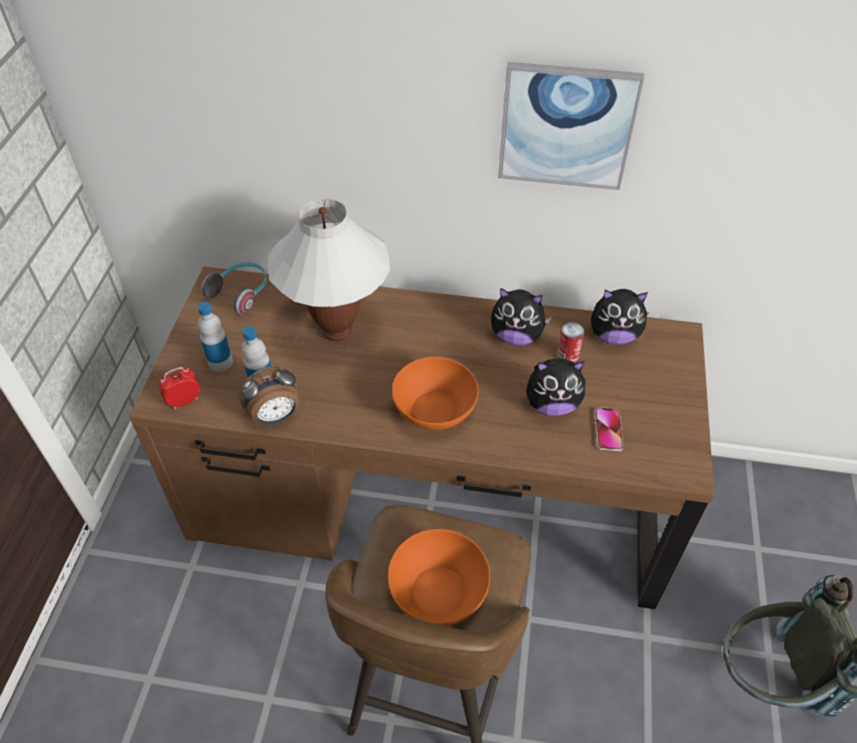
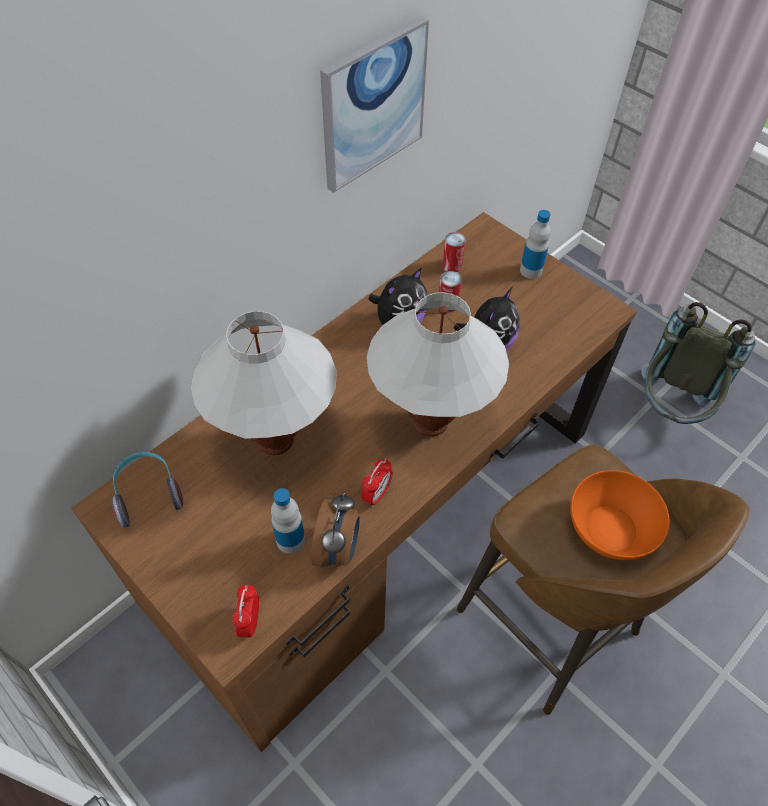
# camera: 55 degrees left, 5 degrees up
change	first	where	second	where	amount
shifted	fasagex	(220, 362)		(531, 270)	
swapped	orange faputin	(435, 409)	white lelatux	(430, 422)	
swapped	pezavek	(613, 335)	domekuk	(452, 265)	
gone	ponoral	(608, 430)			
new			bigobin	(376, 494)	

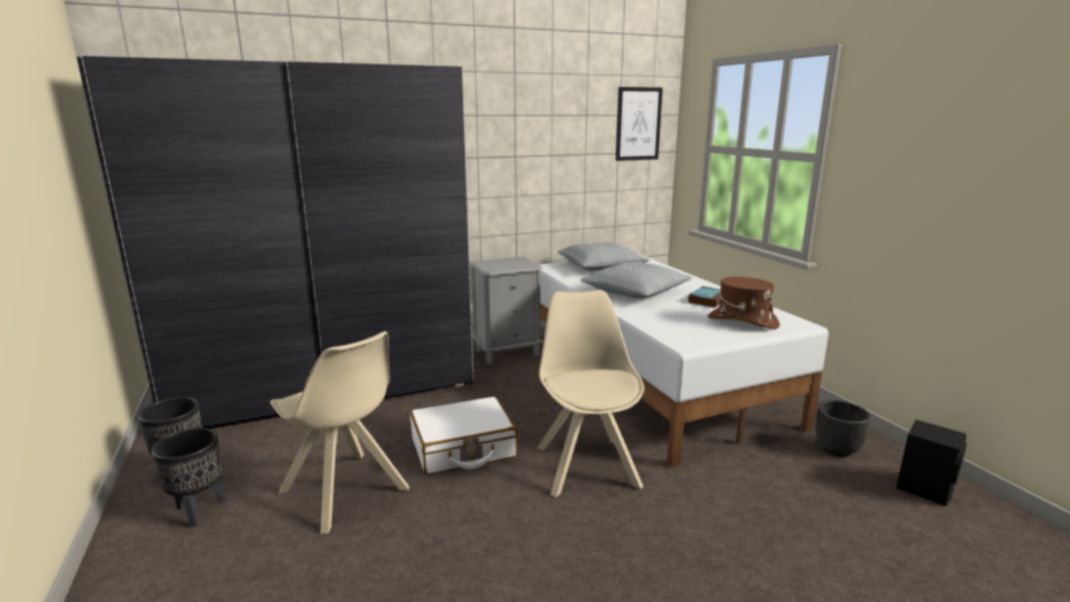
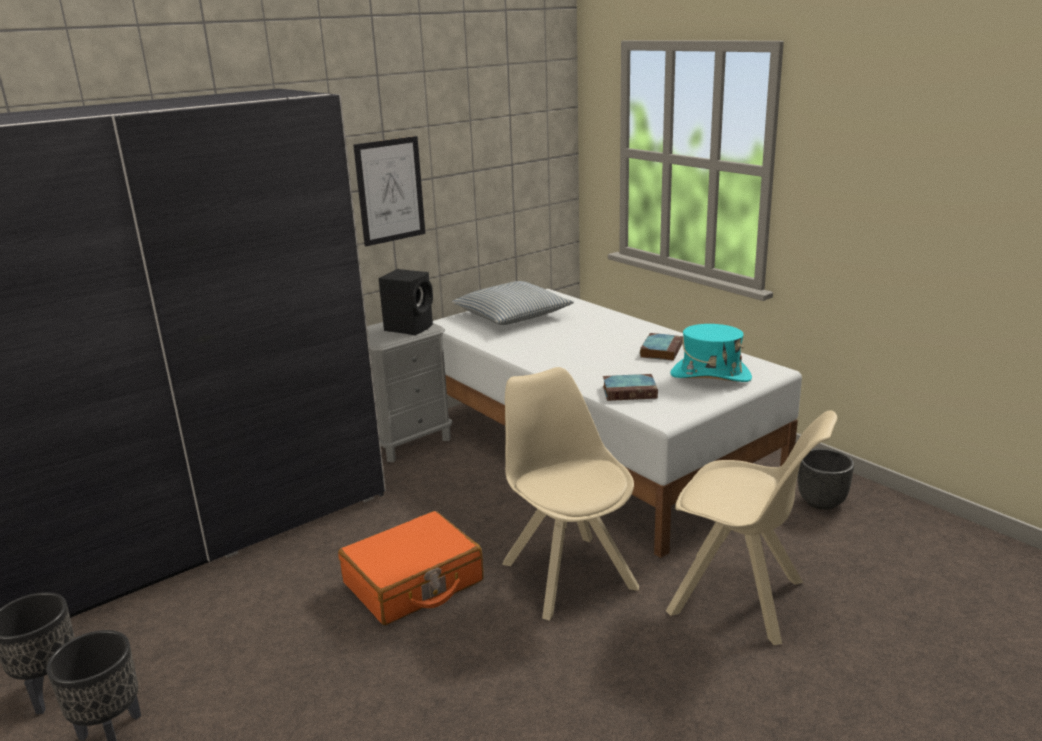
# camera: 15 degrees left, 5 degrees up
change	first	where	second	where	amount
shifted	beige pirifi	(346, 492)		(740, 599)	
repainted	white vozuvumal	(463, 448)	orange vozuvumal	(413, 583)	
gone	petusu	(635, 291)			
shifted	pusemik	(638, 124)		(390, 191)	
repainted	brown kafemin	(742, 321)	turquoise kafemin	(710, 376)	
shifted	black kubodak	(925, 488)		(410, 327)	
new			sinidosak	(630, 391)	

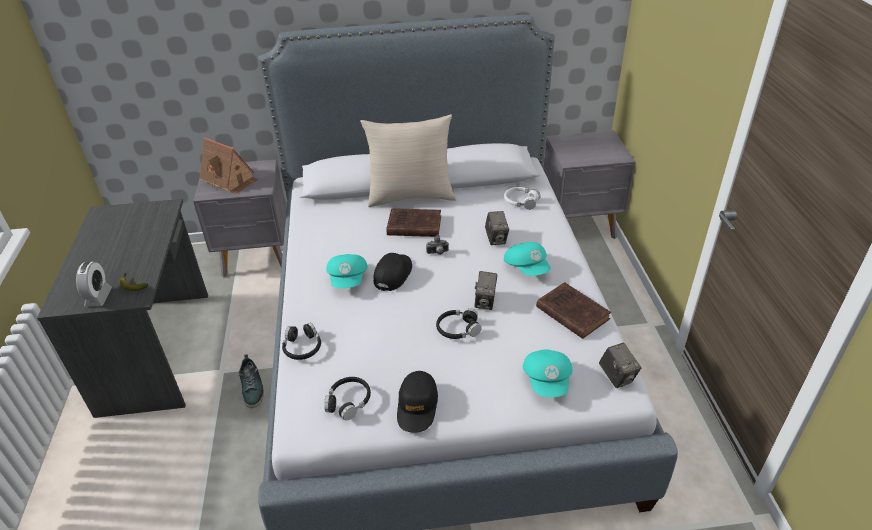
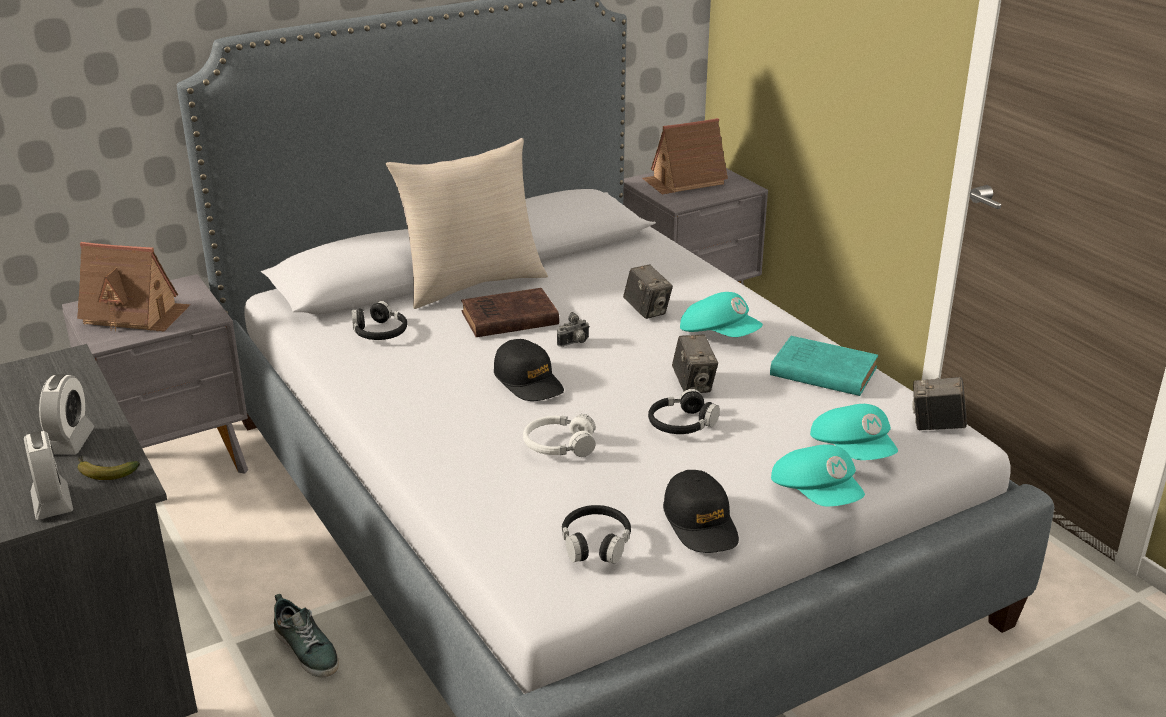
# camera: 25 degrees left, 10 degrees down
change	first	where	second	where	amount
shifted	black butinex	(302, 347)		(379, 332)	
shifted	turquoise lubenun	(348, 279)		(817, 495)	
rotated	black lubenun	(393, 274)		(529, 381)	150 degrees clockwise
shifted	white butinex	(521, 202)		(559, 445)	
repainted	brown sinidosak	(571, 312)	turquoise sinidosak	(820, 371)	
rotated	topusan	(617, 376)		(936, 426)	150 degrees clockwise
new			bigobin	(70, 441)	
new			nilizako	(684, 181)	

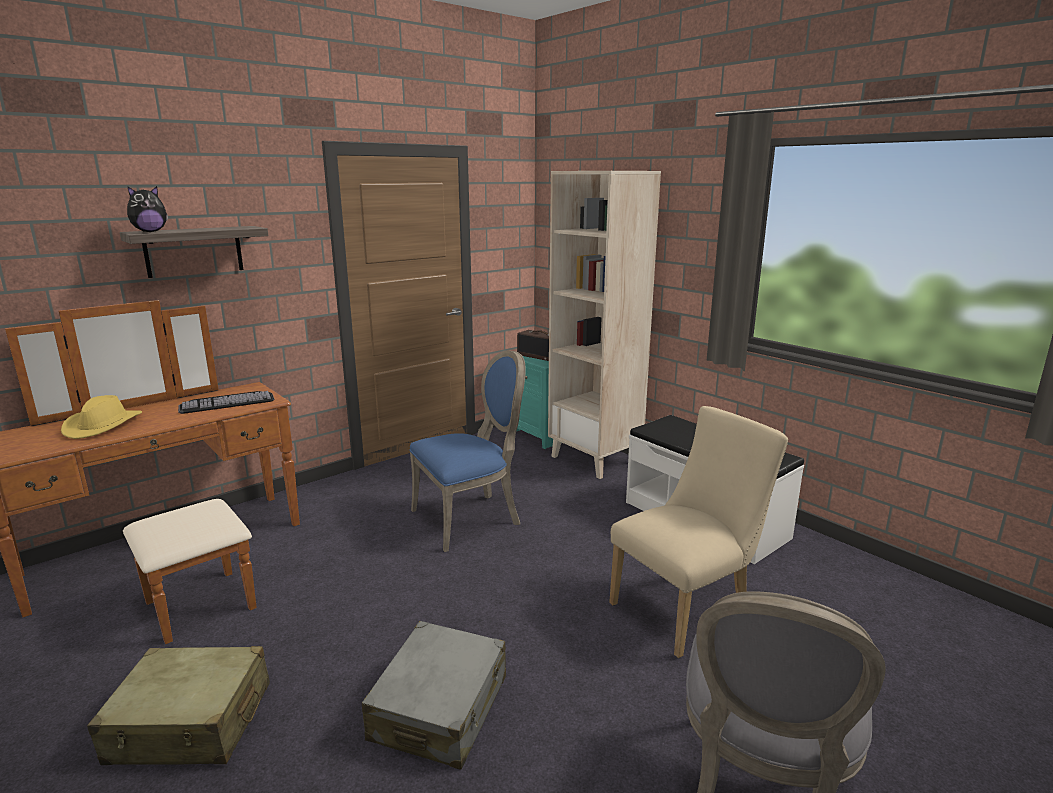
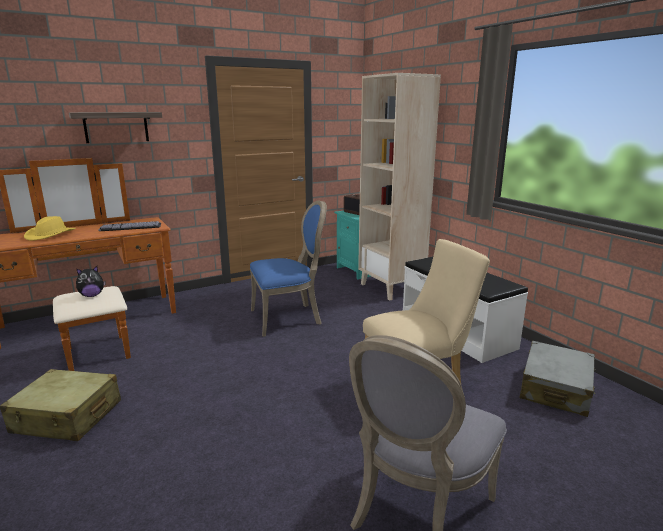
# camera: 10 degrees right, 0 degrees up
change	first	where	second	where	amount
shifted	pezavek	(150, 232)		(92, 295)	
shifted	grey vozuvumal	(440, 708)		(555, 389)	

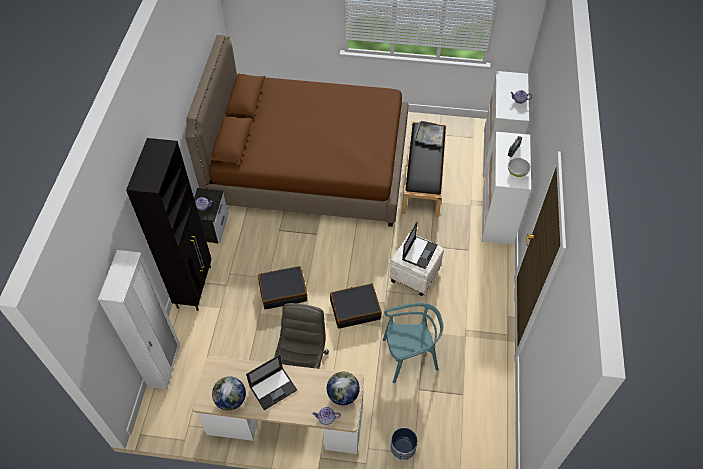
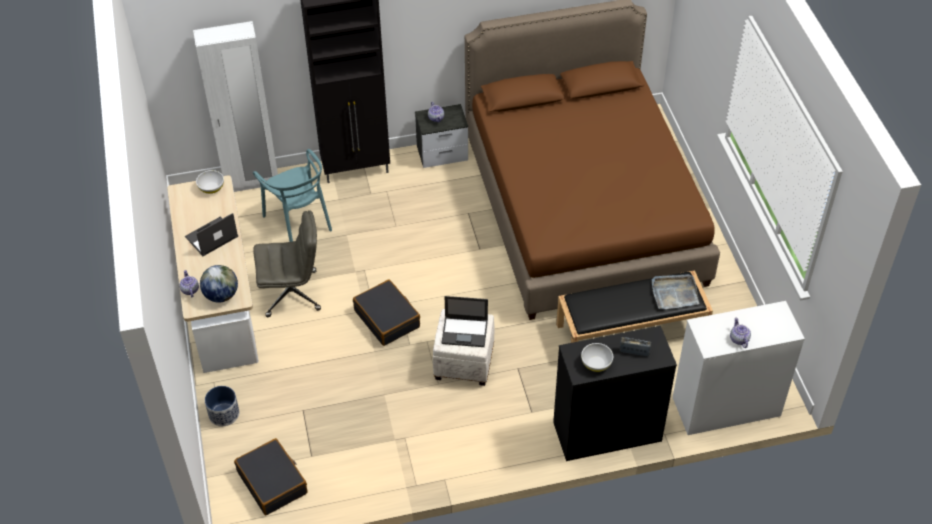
# camera: 70 degrees right, 5 degrees down
change	first	where	second	where	amount
gone	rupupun	(231, 400)			
rotated	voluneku	(273, 388)		(211, 237)	105 degrees clockwise
shifted	black vozuvumal	(283, 291)		(272, 482)	
shifted	turquoise pirifi	(409, 357)		(299, 221)	
repainted	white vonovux	(497, 216)	black vonovux	(607, 432)	
new			white faputin	(211, 188)	

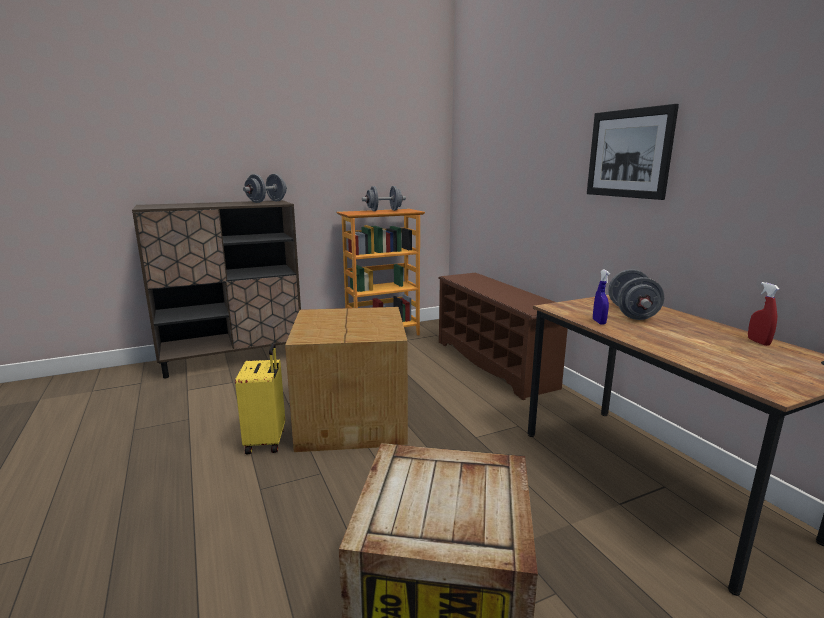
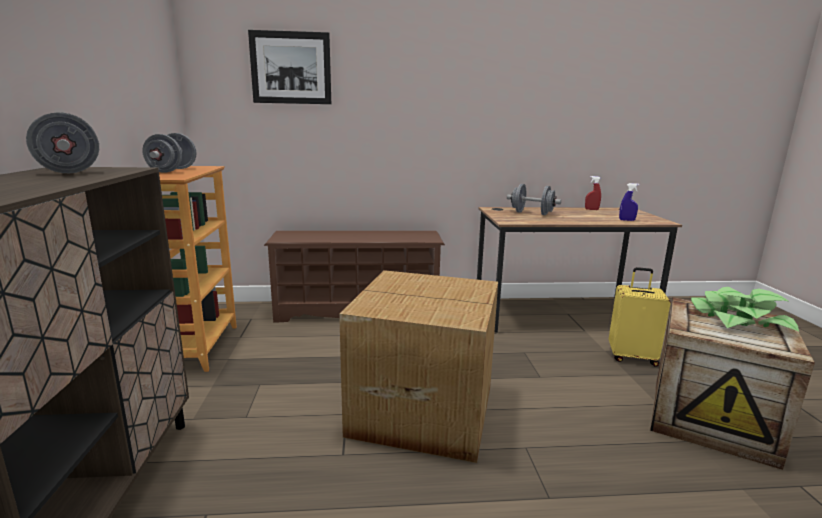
# camera: 70 degrees left, 0 degrees up
change	first	where	second	where	amount
shifted	yellow vozuvumal	(267, 441)		(632, 357)	
shifted	pusemik	(628, 153)		(291, 68)	
shifted	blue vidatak	(599, 322)		(627, 220)	
new			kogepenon	(738, 320)	

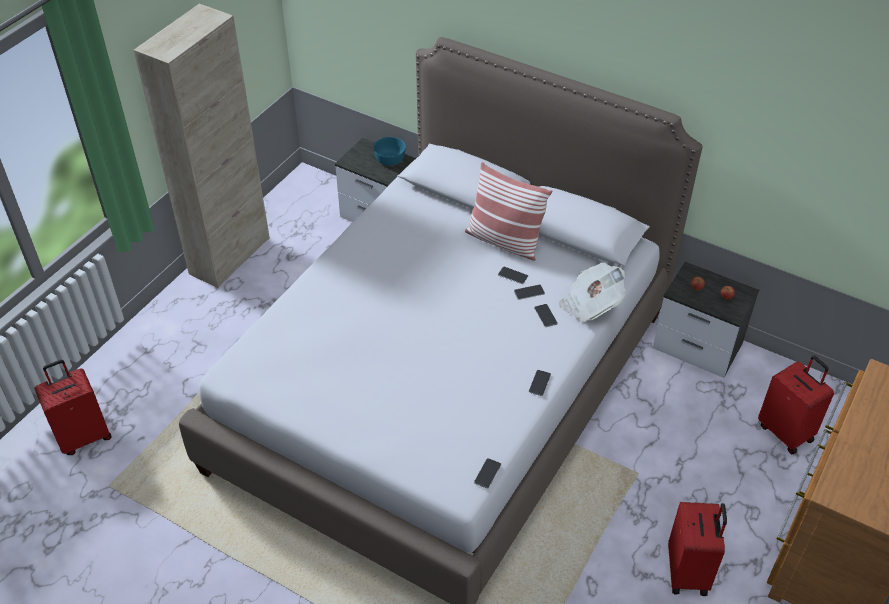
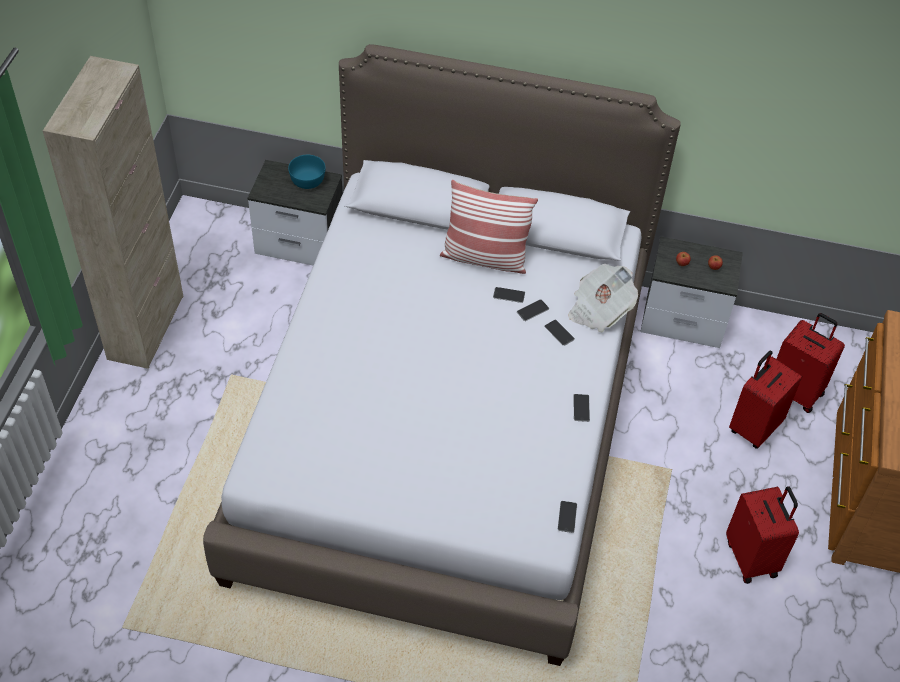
# camera: 20 degrees left, 5 degrees up
change	first	where	second	where	amount
shifted	red vozuvumal	(84, 436)		(754, 427)	

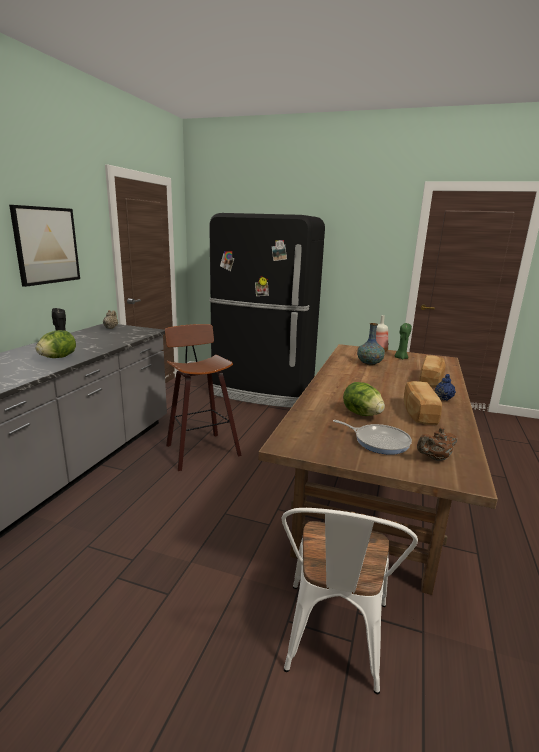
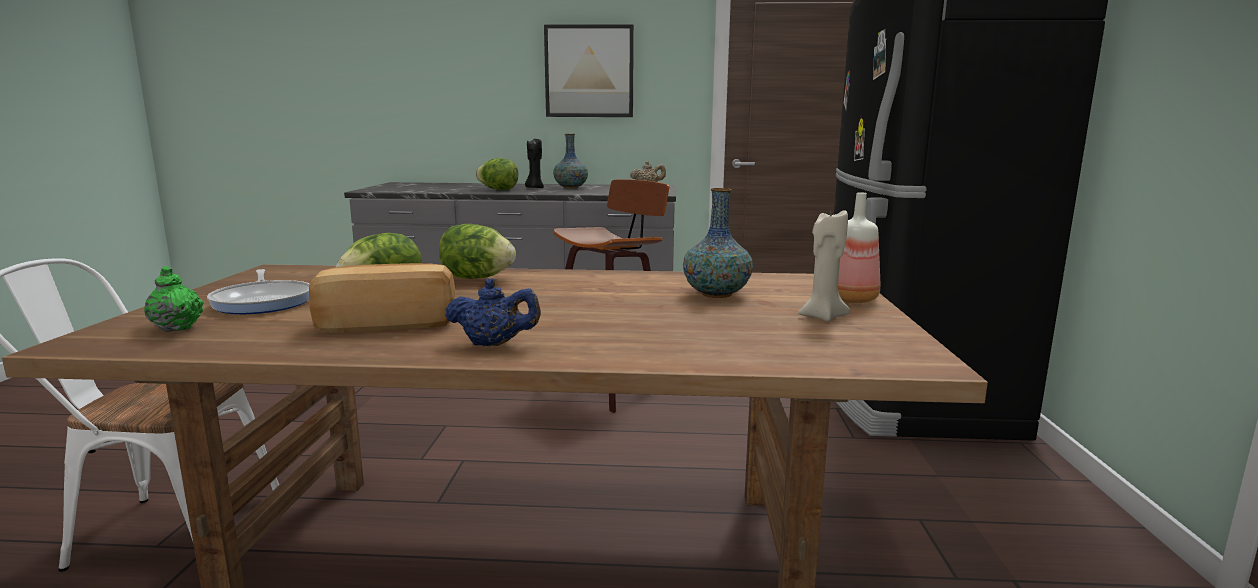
# camera: 75 degrees right, 5 degrees down
change	first	where	second	where	amount
rotated	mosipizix	(378, 441)		(264, 302)	45 degrees counterclockwise
repainted	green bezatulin	(401, 358)	beige bezatulin	(822, 316)	
repainted	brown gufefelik	(435, 458)	green gufefelik	(177, 328)	
gone	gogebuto	(431, 380)			
new			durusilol	(476, 278)	
new			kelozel	(570, 187)	

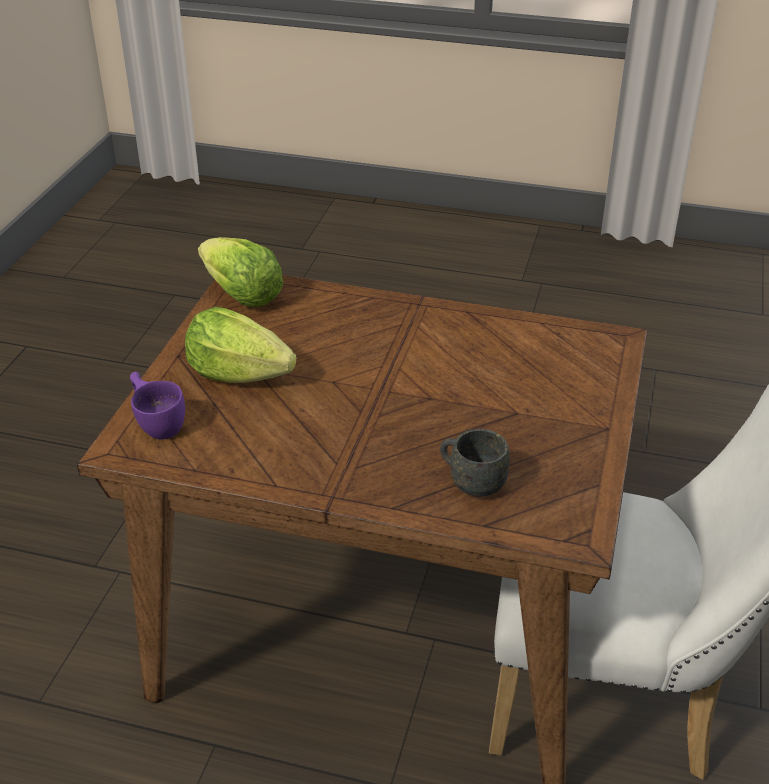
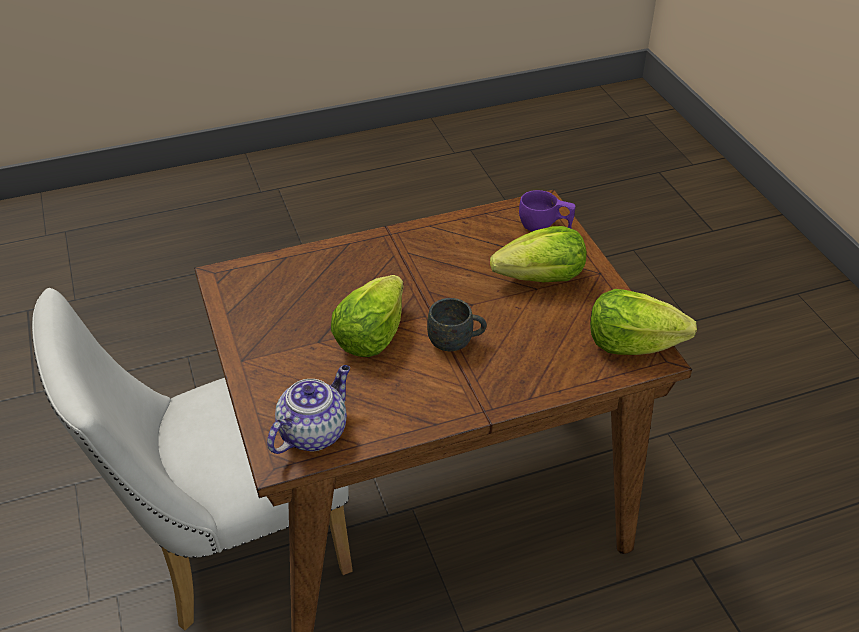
# camera: 145 degrees right, 5 degrees up
change	first	where	second	where	amount
shifted	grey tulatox	(471, 482)		(456, 342)	
new			gufefelik	(313, 432)	
new			durusilol	(370, 336)	

